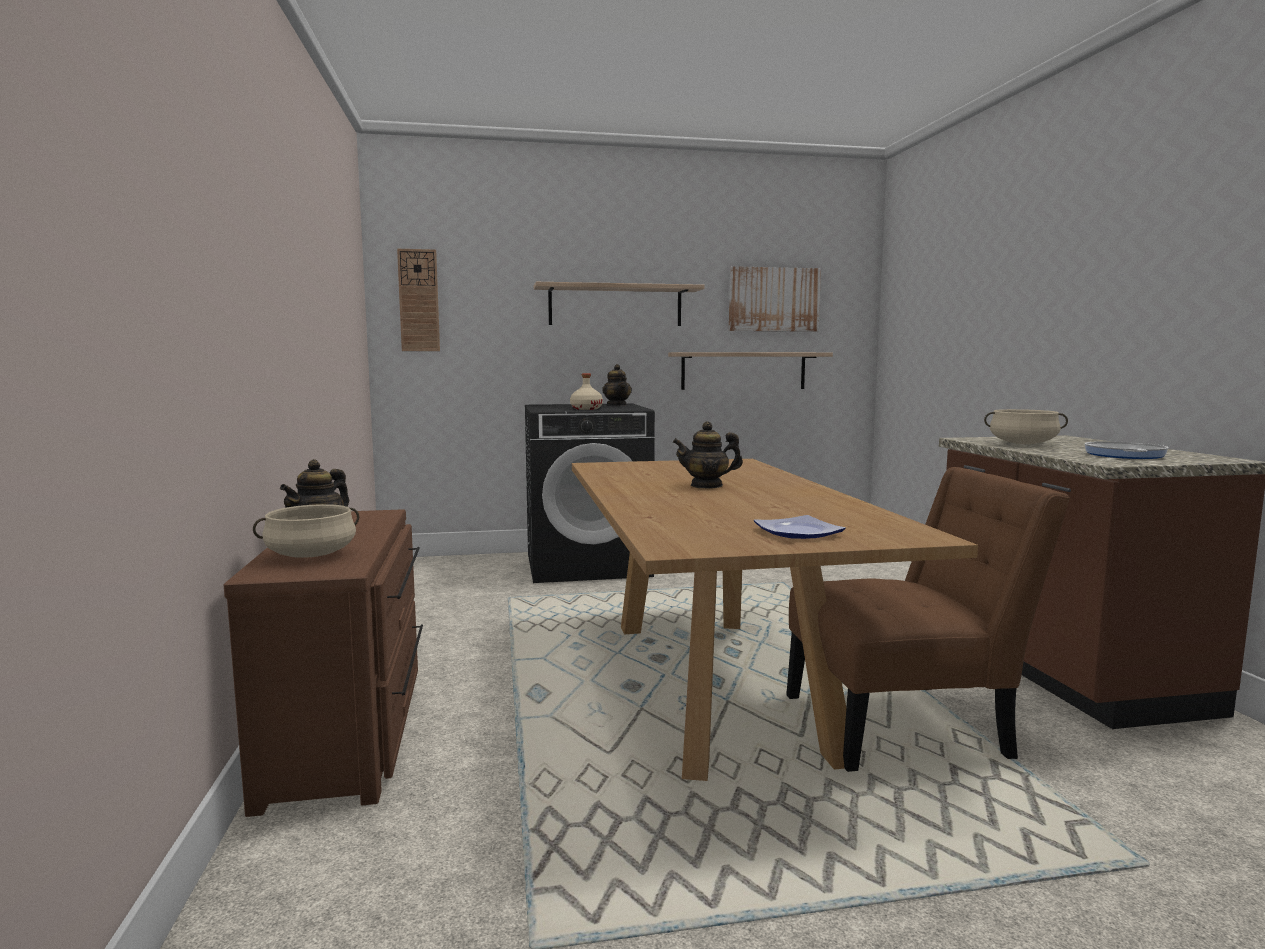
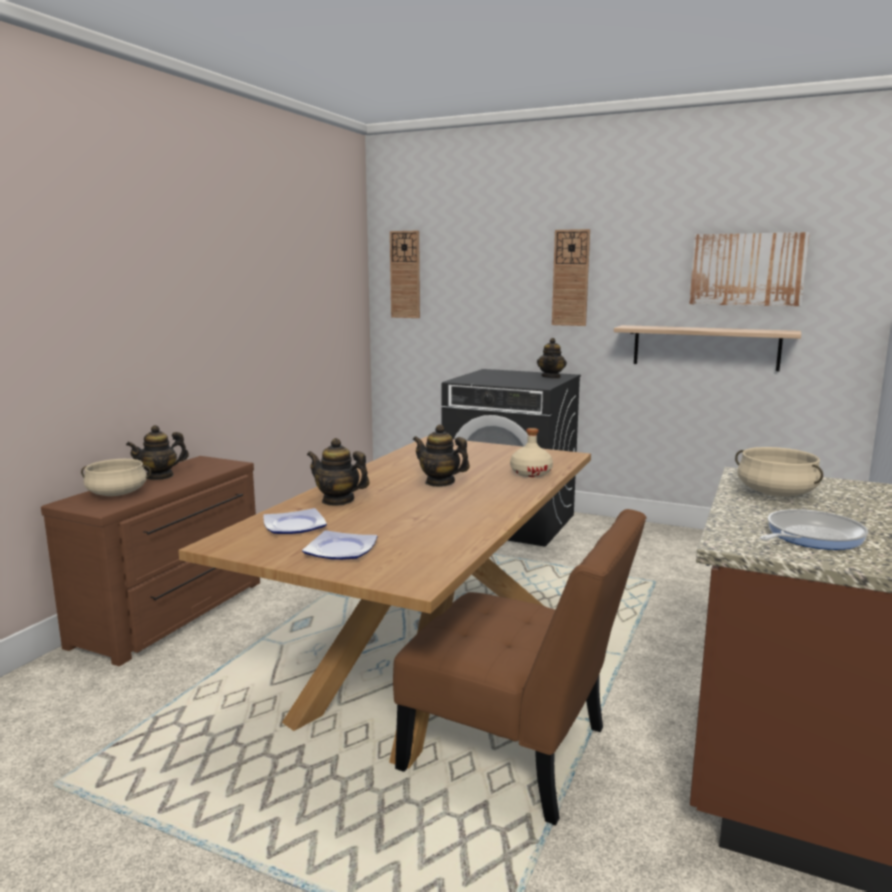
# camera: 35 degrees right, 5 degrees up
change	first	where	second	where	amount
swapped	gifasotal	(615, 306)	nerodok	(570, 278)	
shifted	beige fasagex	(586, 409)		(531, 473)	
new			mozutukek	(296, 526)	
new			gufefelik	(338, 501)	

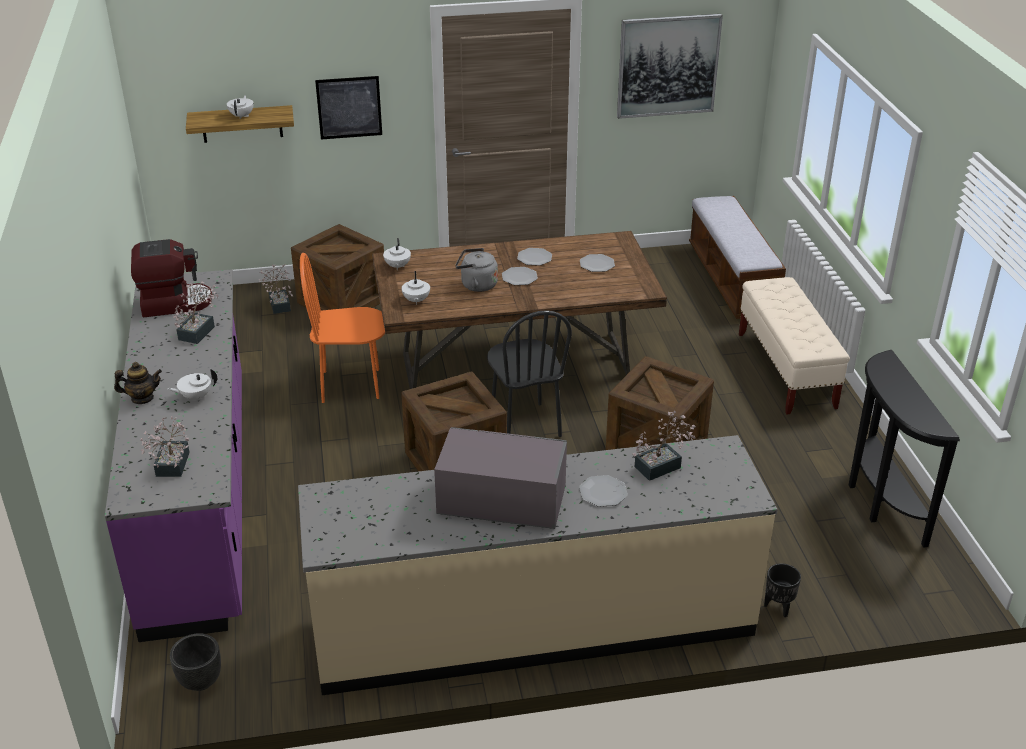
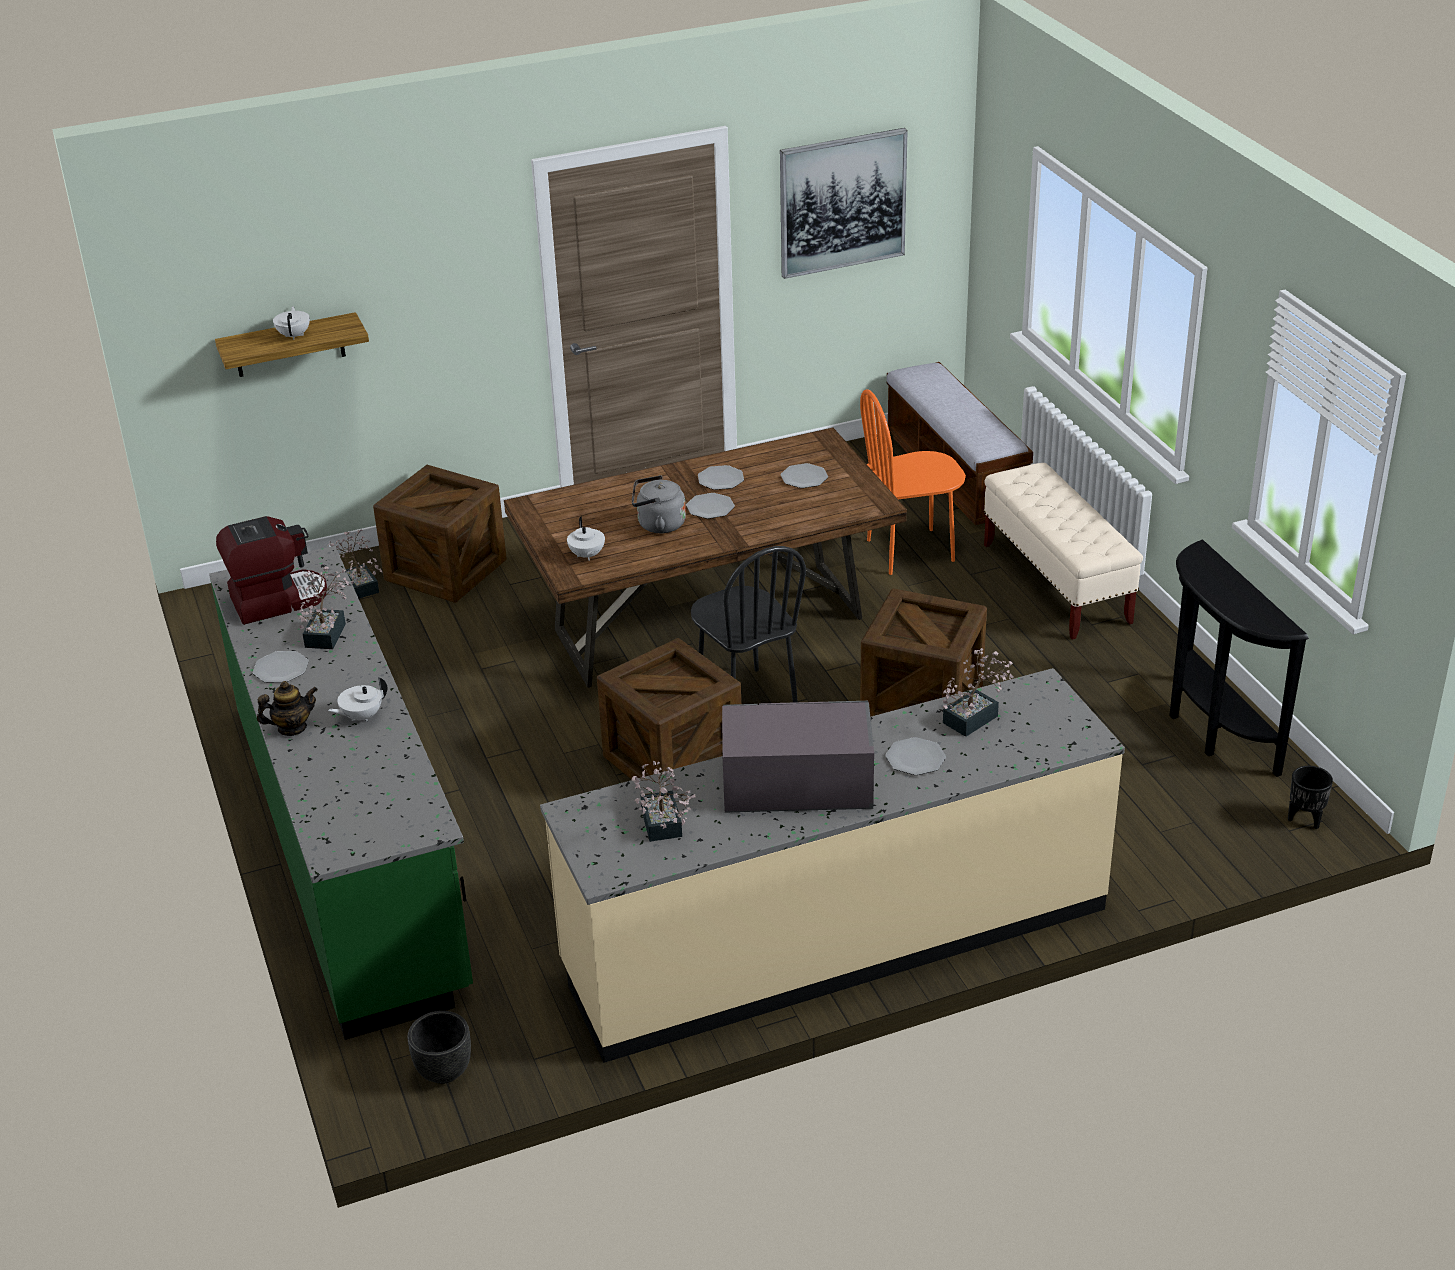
# camera: 10 degrees left, 0 degrees up
change	first	where	second	where	amount
repainted	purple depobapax	(200, 496)	green depobapax	(352, 850)	
shifted	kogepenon	(171, 467)		(662, 827)	
shifted	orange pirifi	(350, 385)		(910, 551)	
gone	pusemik	(349, 107)			
gone	white gufefelik	(397, 266)			
shifted	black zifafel	(778, 607)		(1305, 819)	
new			mozutukek	(281, 669)	

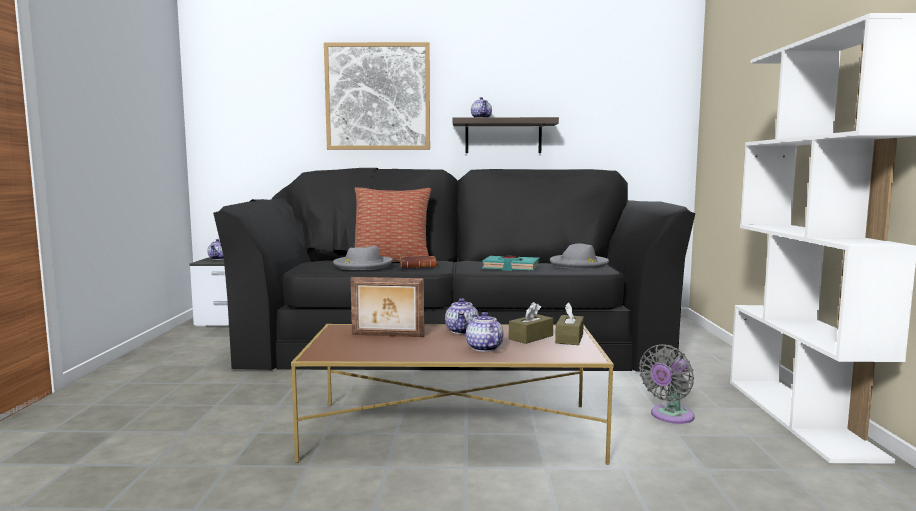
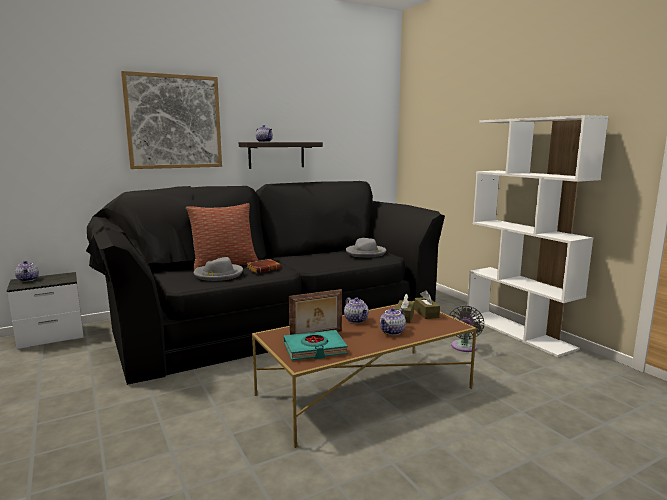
# camera: 30 degrees left, 5 degrees up
change	first	where	second	where	amount
rotated	gufefelik	(483, 348)		(392, 332)	90 degrees counterclockwise
shifted	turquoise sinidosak	(510, 267)		(314, 349)	

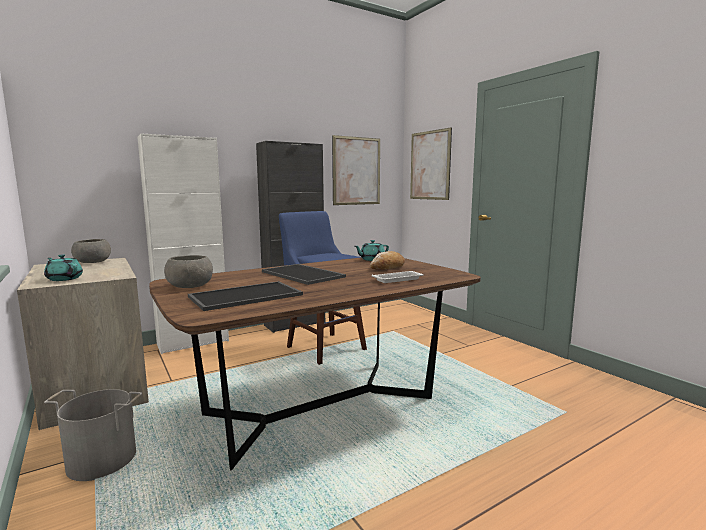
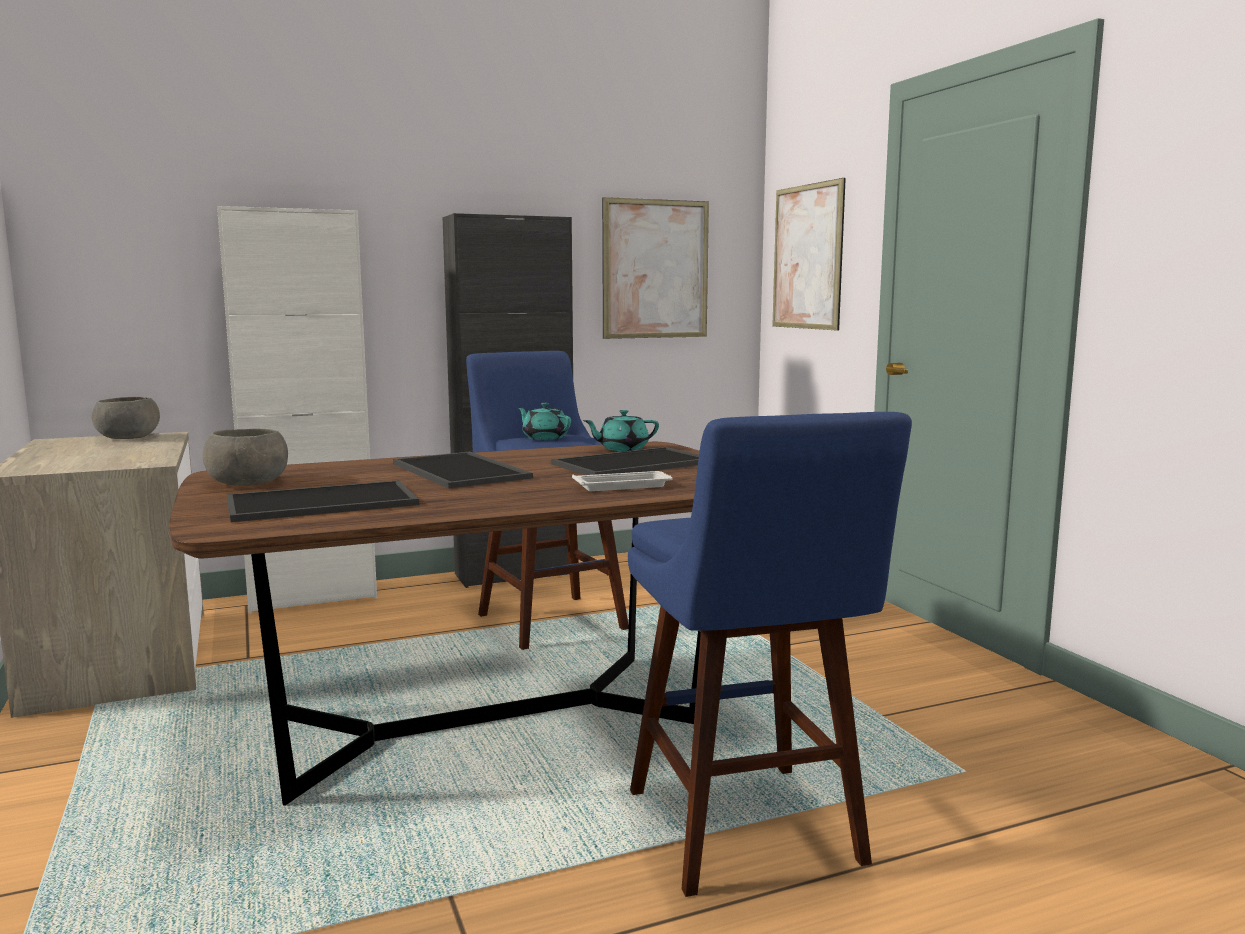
# camera: 10 degrees right, 0 degrees up
change	first	where	second	where	amount
shifted	turquoise gufefelik	(64, 279)		(544, 438)	
gone	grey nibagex	(102, 459)			
swapped	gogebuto	(387, 267)	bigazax	(633, 464)	
new			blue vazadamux	(747, 833)	

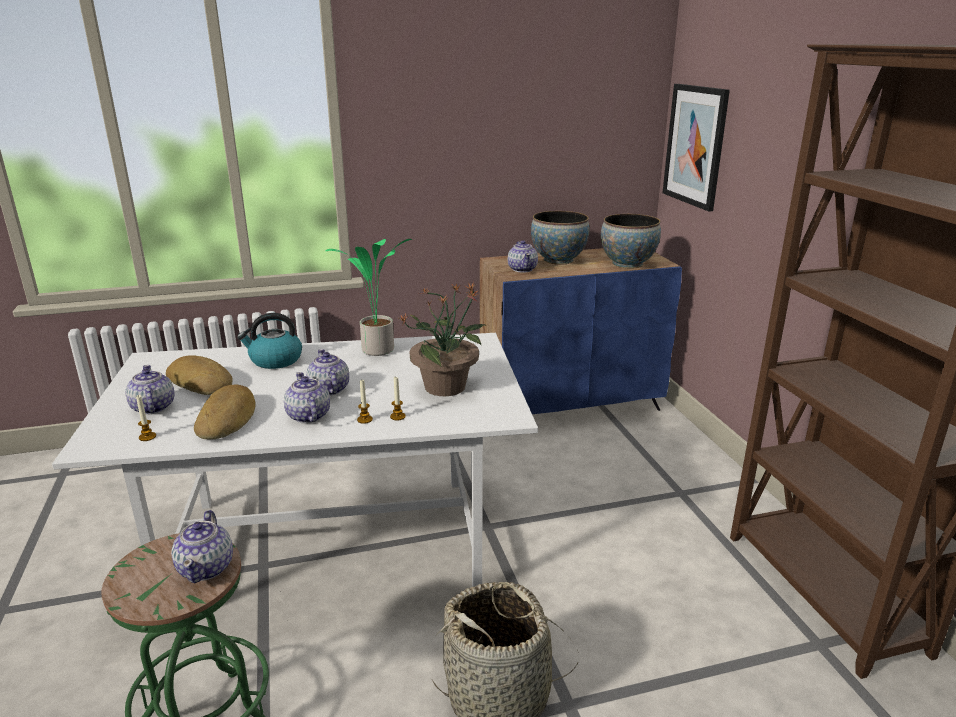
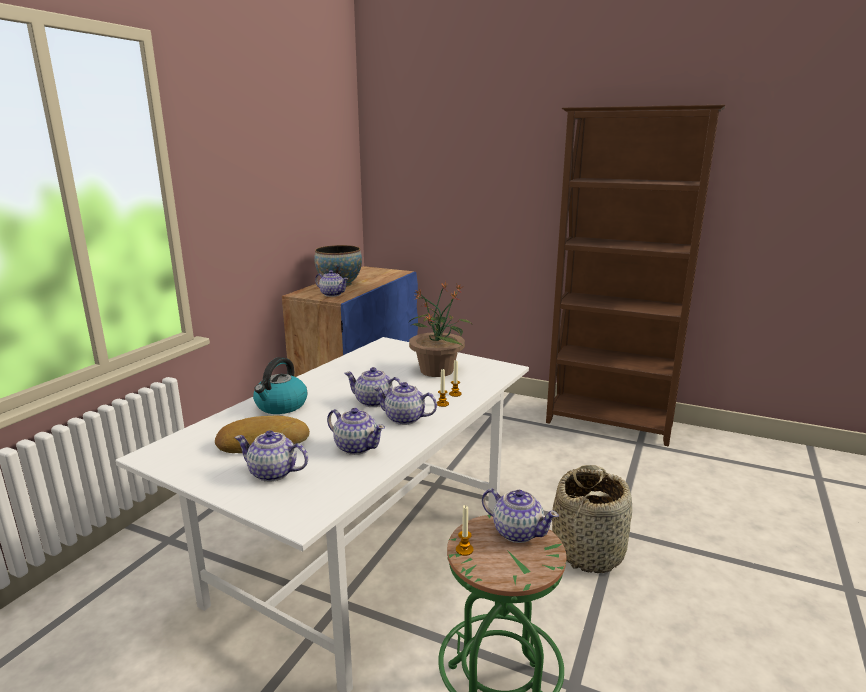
# camera: 50 degrees left, 5 degrees down
change	first	where	second	where	amount
shifted	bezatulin	(147, 437)		(464, 550)	
swapped	gogebuto	(228, 419)	gufefelik	(356, 447)	
gone	kogepenon	(376, 351)			
gone	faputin	(627, 264)			
gone	pusemik	(695, 145)			

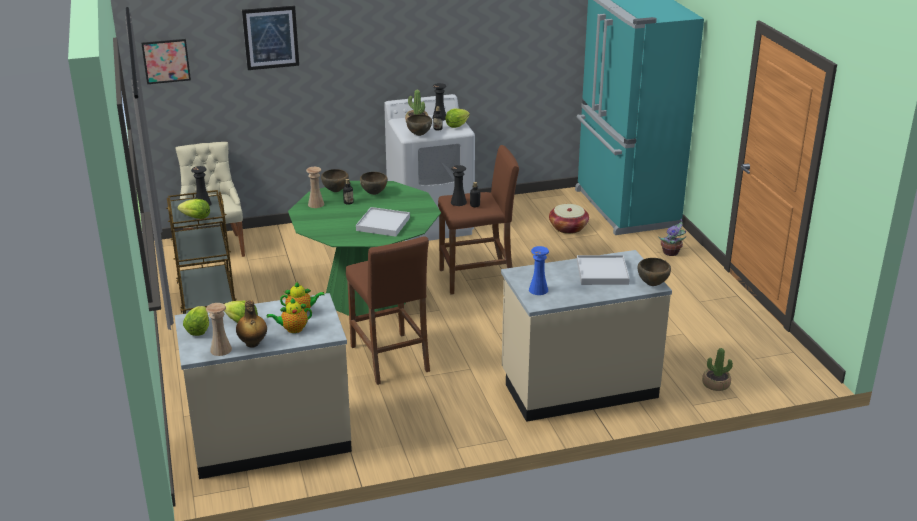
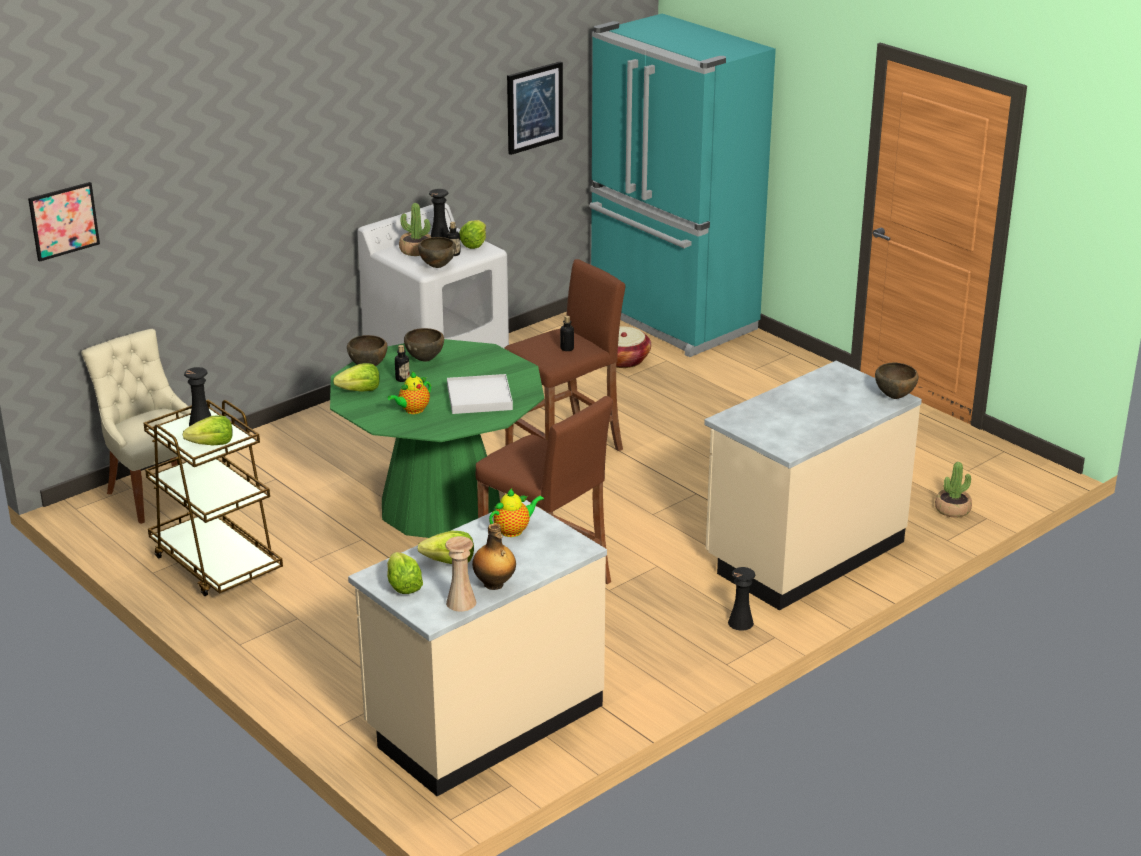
# camera: 25 degrees left, 0 degrees up
change	first	where	second	where	amount
shifted	pusemik	(270, 37)		(534, 107)	
shifted	gufefelik	(292, 329)		(412, 410)	
swapped	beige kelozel	(316, 204)	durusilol	(360, 390)	
shifted	black kelozel	(458, 202)		(740, 623)	
gone	blue kelozel	(538, 290)			
gone	white bigazax	(602, 273)			
gone	kogepenon	(671, 253)			

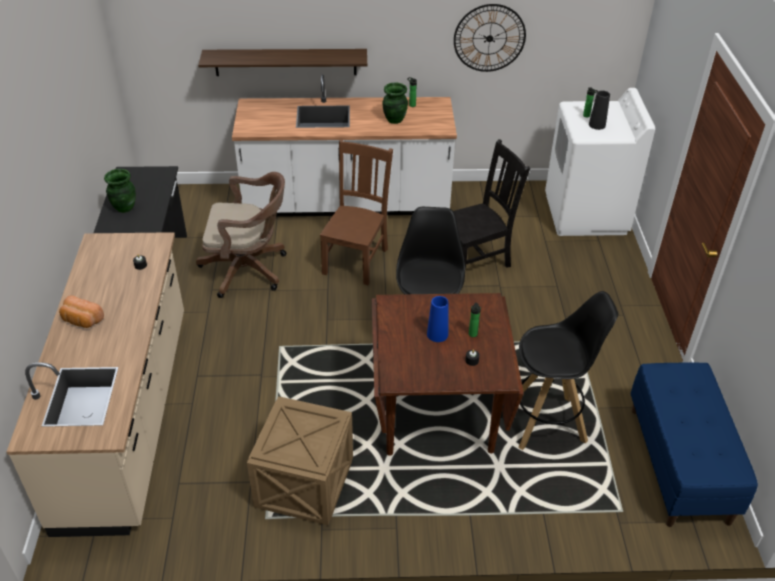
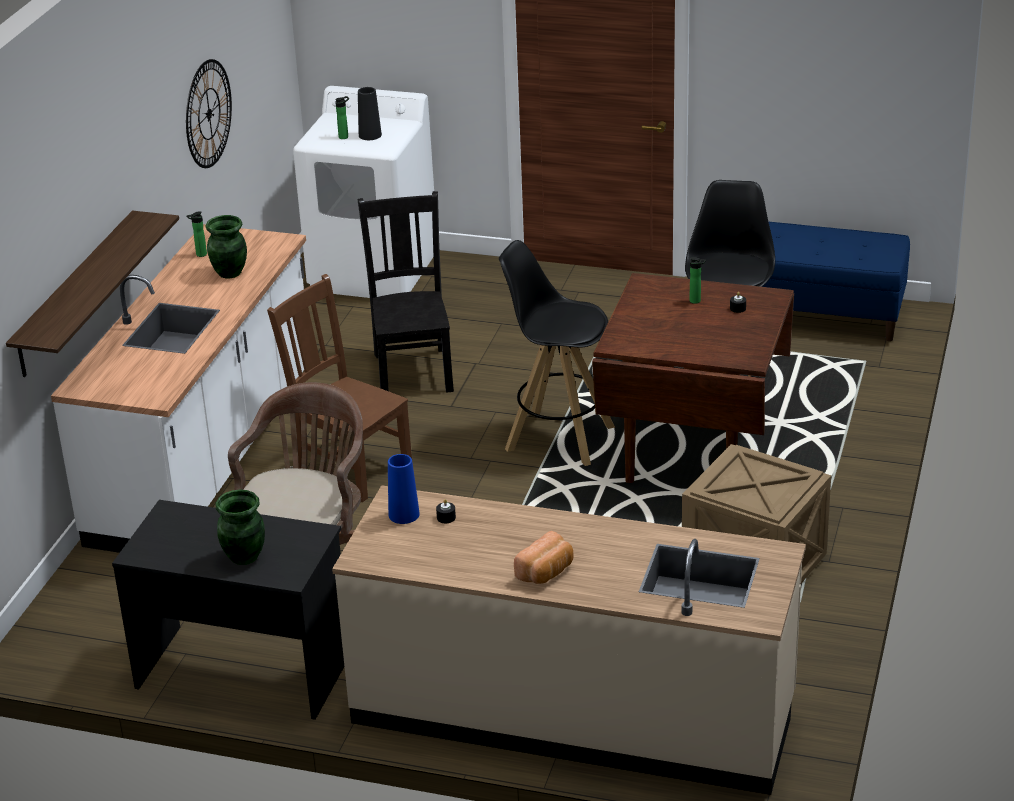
# camera: 70 degrees left, 10 degrees down
change	first	where	second	where	amount
shifted	blue kelozel	(437, 334)		(404, 514)	

